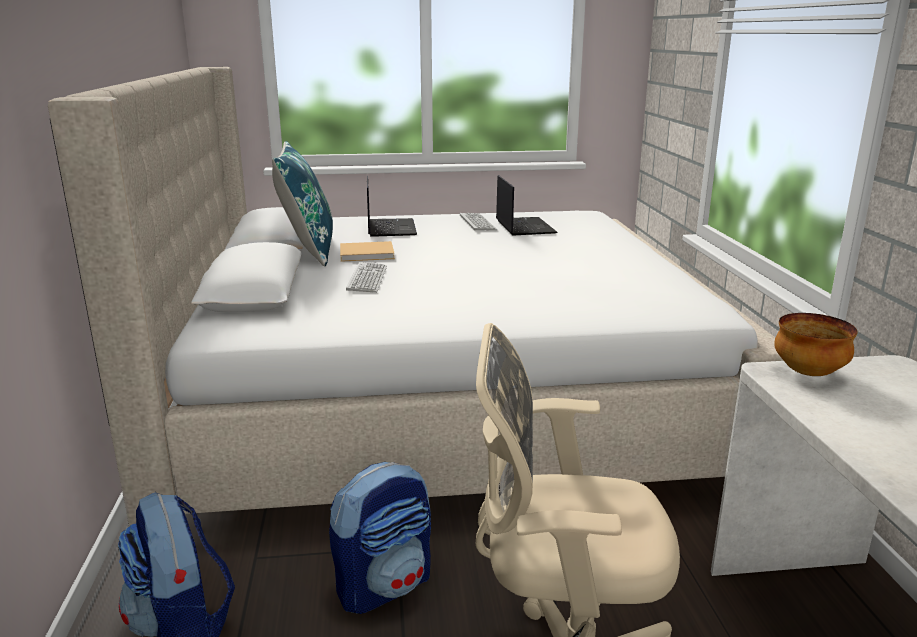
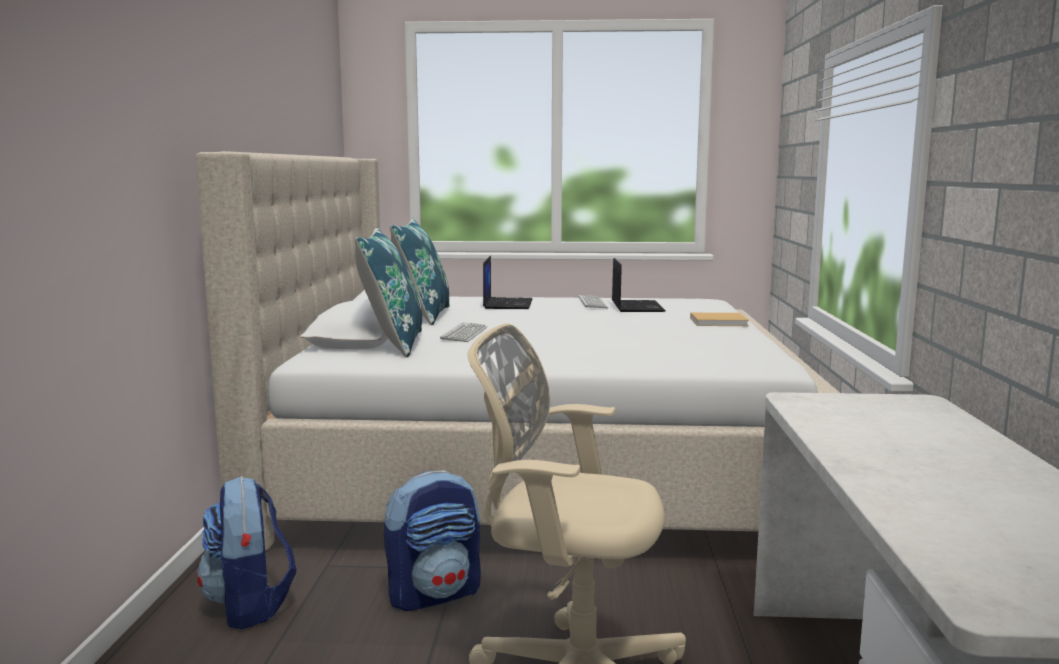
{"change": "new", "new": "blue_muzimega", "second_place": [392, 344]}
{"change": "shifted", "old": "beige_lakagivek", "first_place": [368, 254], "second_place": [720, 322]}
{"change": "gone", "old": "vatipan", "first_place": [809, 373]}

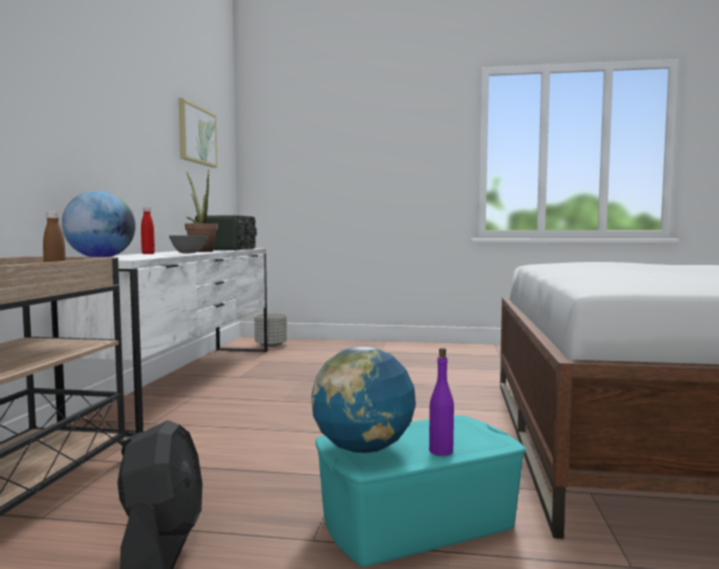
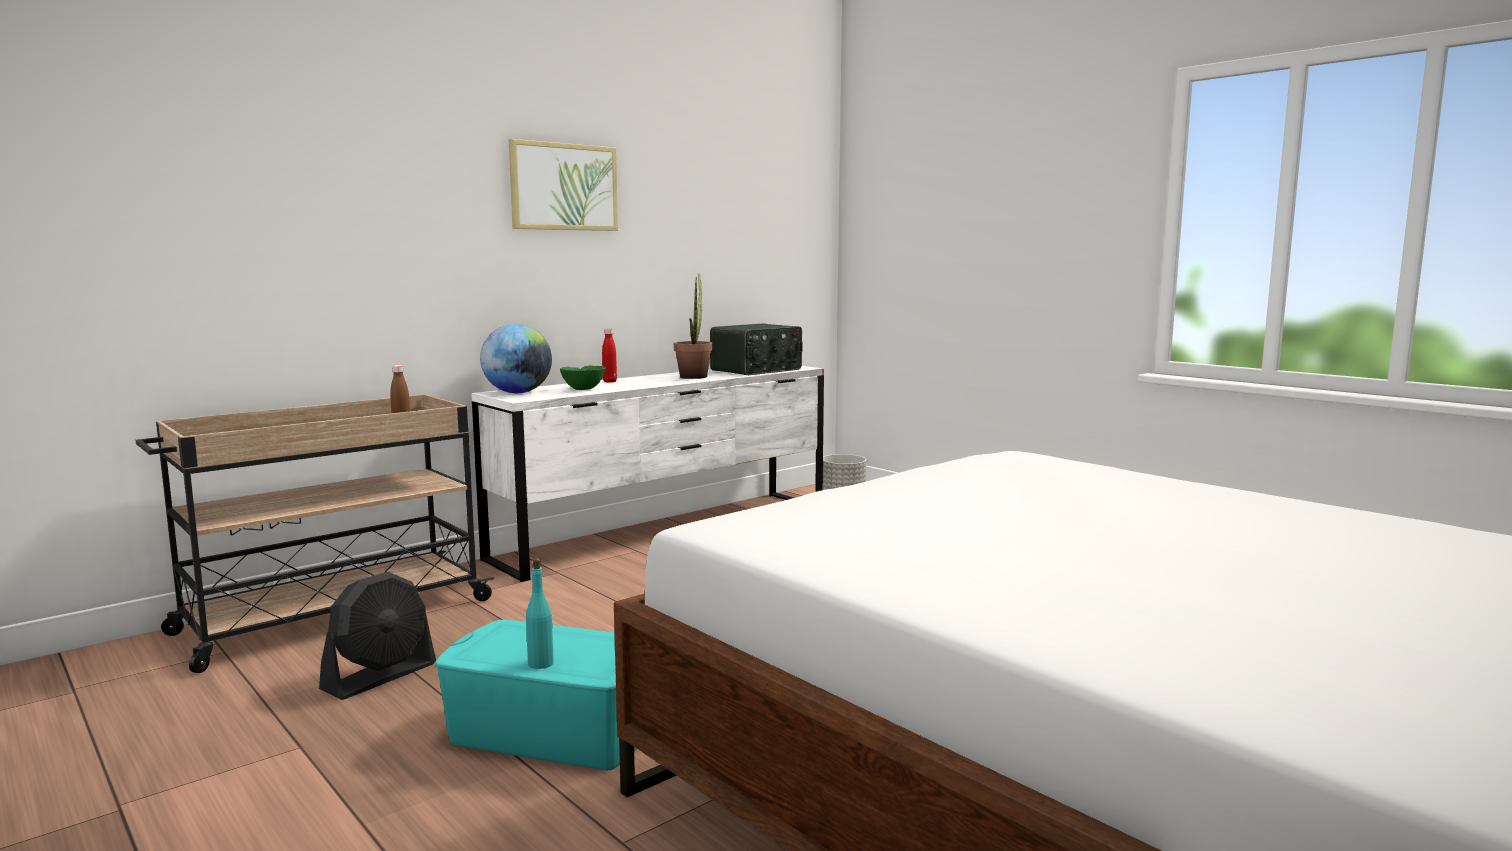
{"change": "shifted", "old": "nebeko", "first_place": [197, 135], "second_place": [564, 187]}
{"change": "repainted", "old": "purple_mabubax", "new": "turquoise_mabubax", "first_place": [441, 451], "second_place": [541, 663]}
{"change": "new", "new": "green_vatipan", "second_place": [583, 389]}
{"change": "gone", "old": "grey_vatipan", "first_place": [189, 253]}
{"change": "gone", "old": "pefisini", "first_place": [363, 449]}

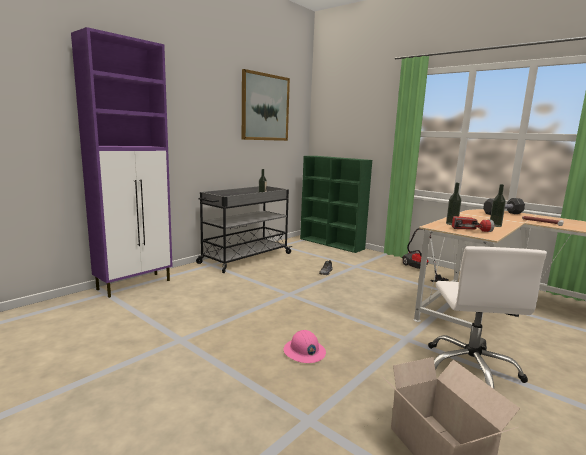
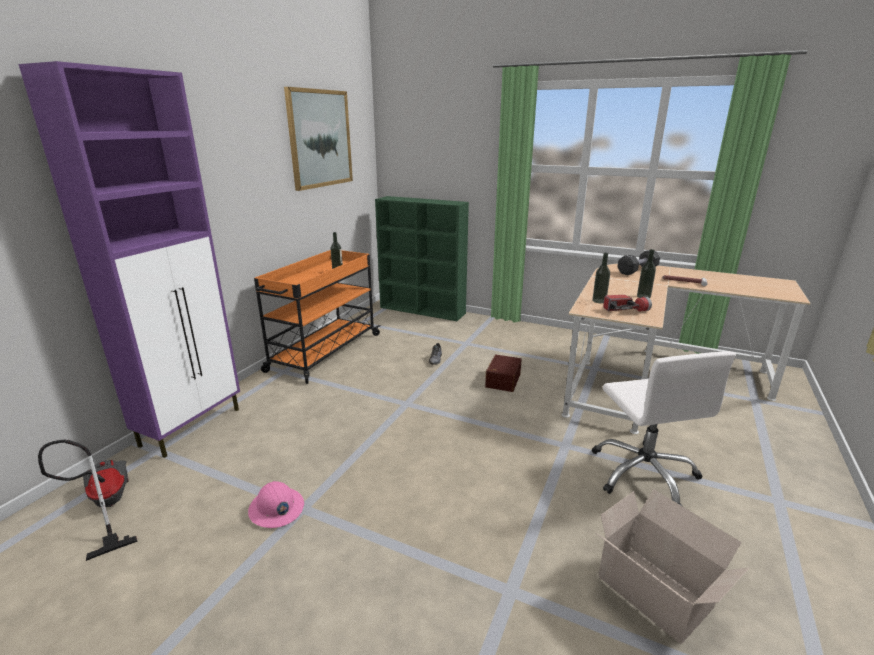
{"change": "shifted", "old": "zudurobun", "first_place": [418, 270], "second_place": [105, 507]}
{"change": "shifted", "old": "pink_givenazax", "first_place": [304, 352], "second_place": [276, 509]}
{"change": "repainted", "old": "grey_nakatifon", "new": "orange_nakatifon", "first_place": [245, 258], "second_place": [324, 353]}
{"change": "new", "new": "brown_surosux", "second_place": [502, 380]}

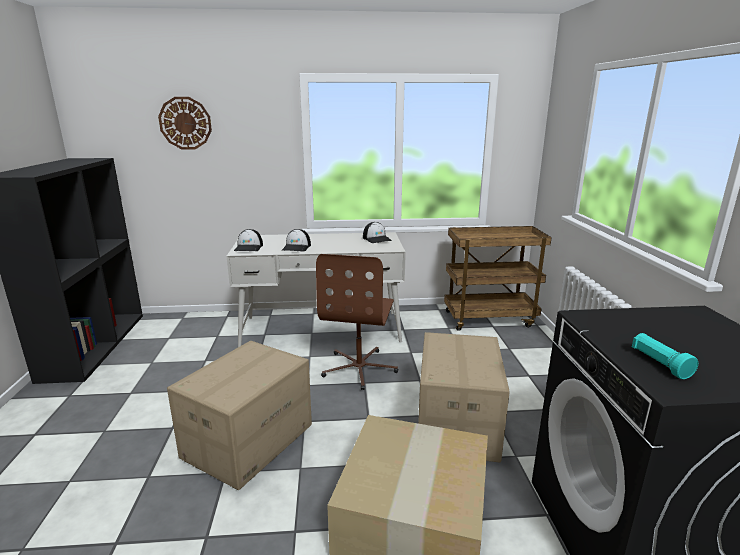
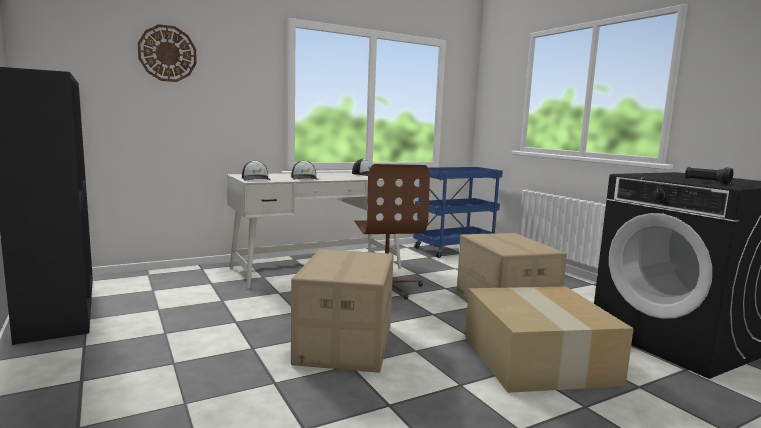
{"change": "repainted", "old": "brown_nakatifon", "new": "blue_nakatifon", "first_place": [489, 318], "second_place": [454, 249]}
{"change": "repainted", "old": "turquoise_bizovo", "new": "black_bizovo", "first_place": [659, 364], "second_place": [706, 182]}

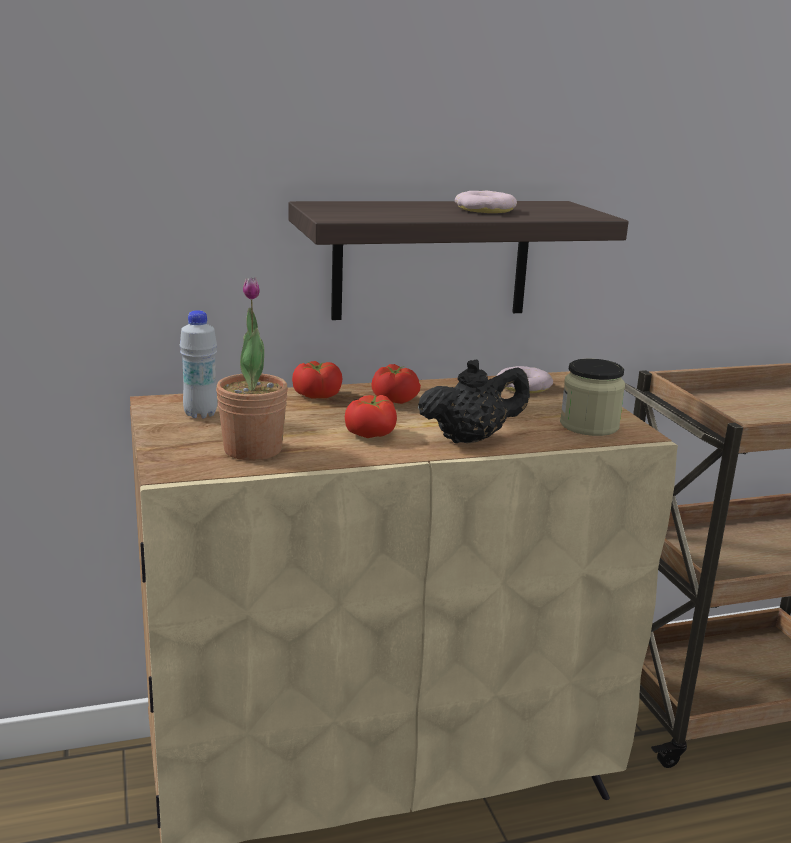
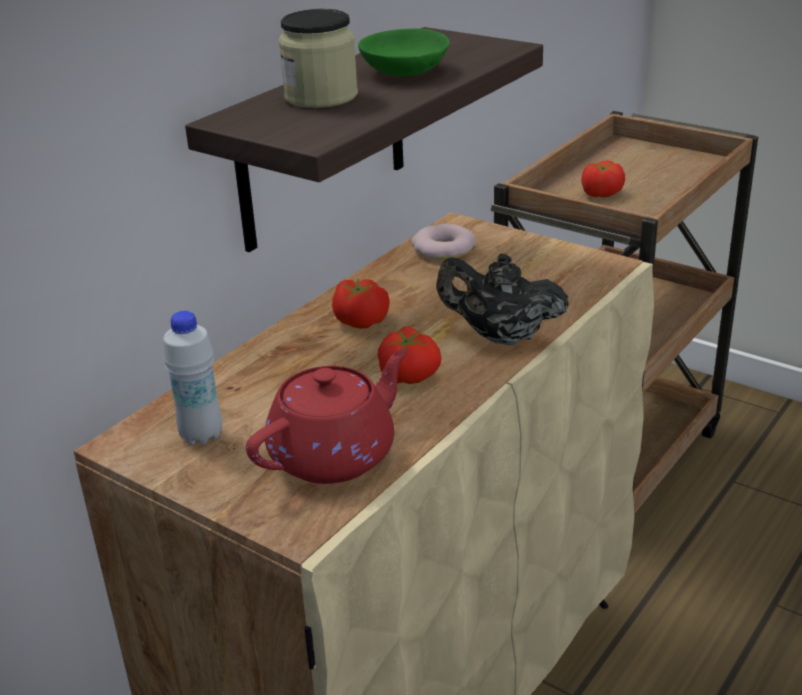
{"change": "swapped", "old": "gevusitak", "new": "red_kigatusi", "first_place": [253, 450], "second_place": [335, 455]}
{"change": "shifted", "old": "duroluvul", "first_place": [589, 425], "second_place": [321, 97]}
{"change": "swapped", "old": "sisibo", "new": "green_vatipan", "first_place": [485, 210], "second_place": [403, 70]}
{"change": "rotated", "old": "black_kigatusi", "first_place": [471, 439], "second_place": [500, 337], "degrees": -105}
{"change": "shifted", "old": "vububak", "first_place": [317, 395], "second_place": [600, 193]}

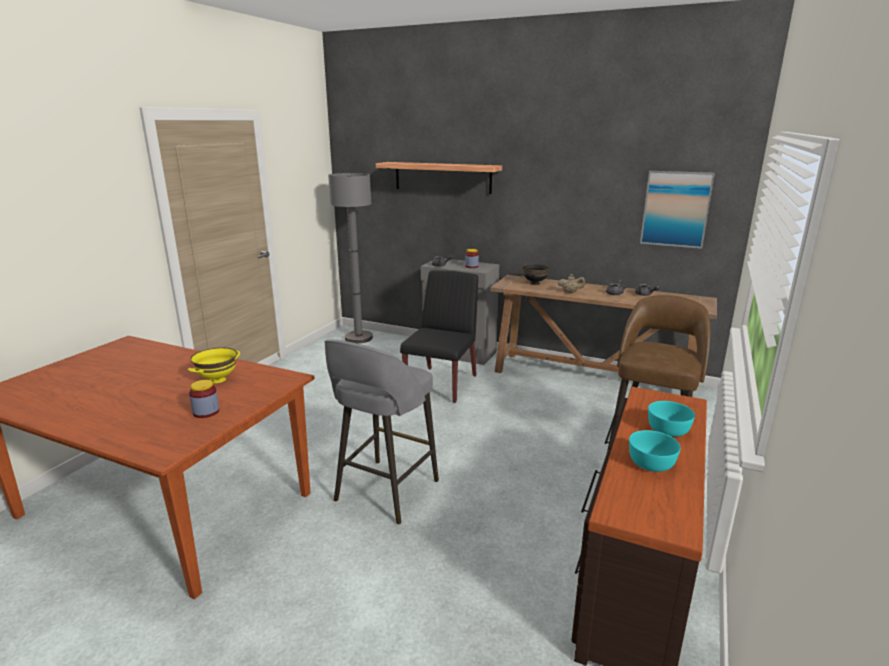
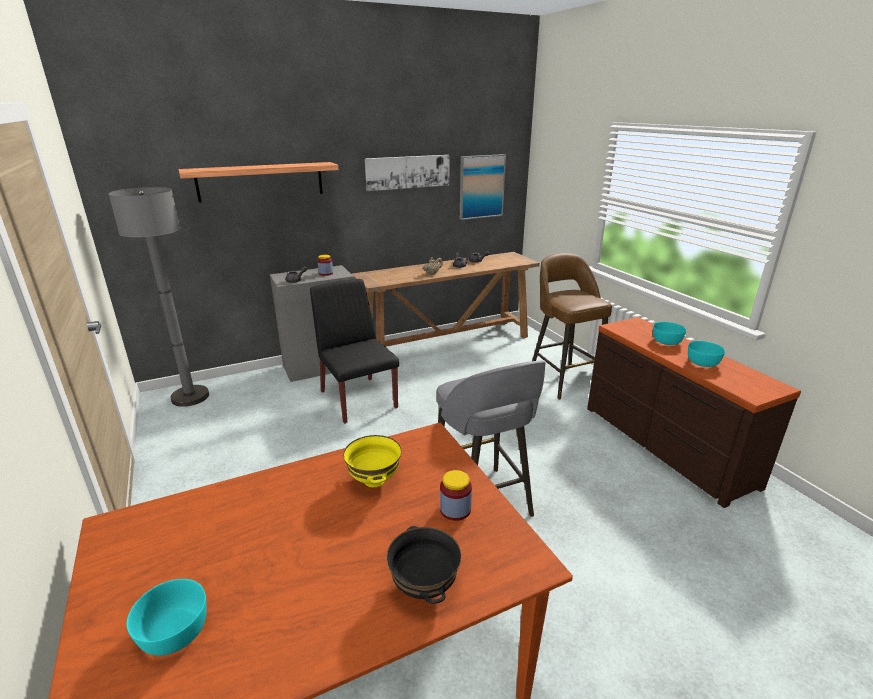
{"change": "new", "new": "turquoise_vatipan", "second_place": [173, 632]}
{"change": "new", "new": "nebeko", "second_place": [407, 172]}
{"change": "shifted", "old": "black_vatipan", "first_place": [534, 283], "second_place": [423, 587]}

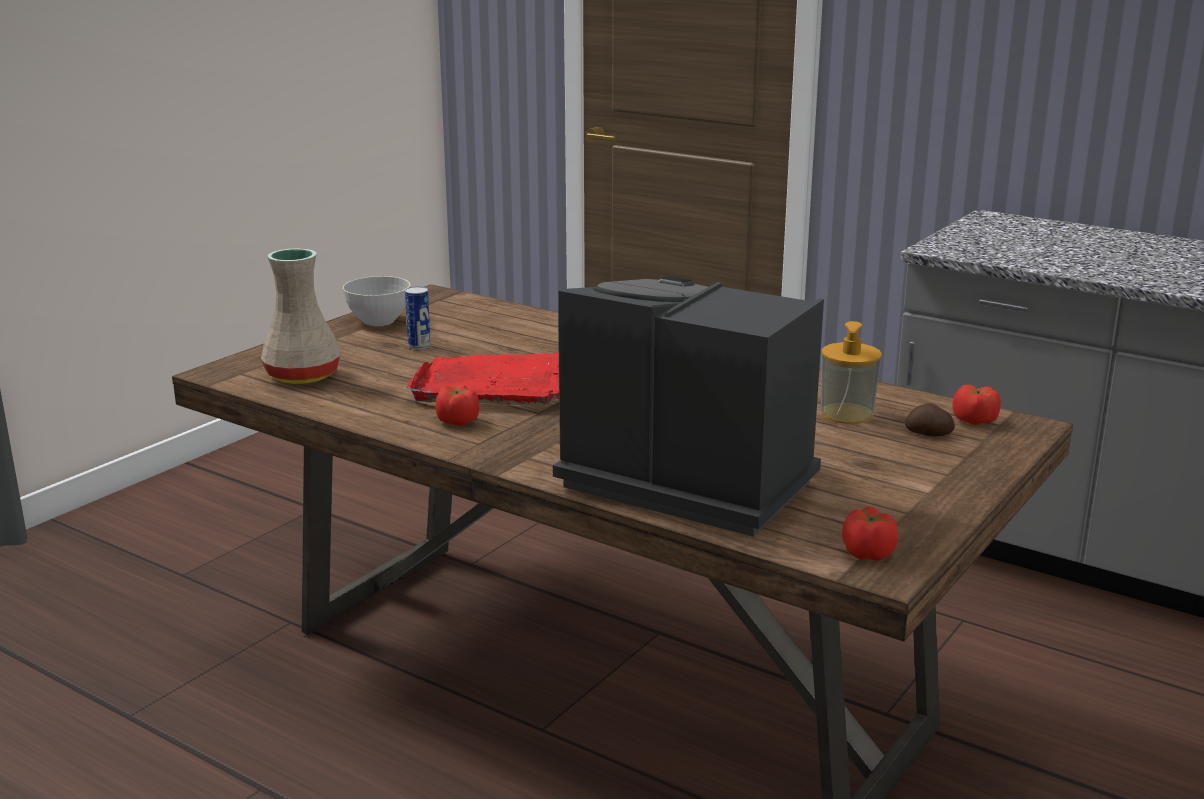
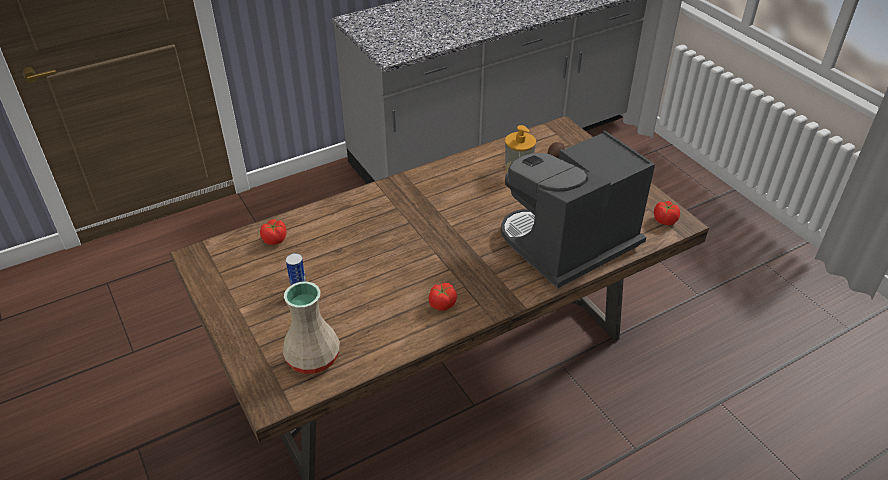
{"change": "shifted", "old": "vububak", "first_place": [974, 421], "second_place": [275, 239]}
{"change": "gone", "old": "grey_vatipan", "first_place": [379, 321]}
{"change": "gone", "old": "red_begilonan", "first_place": [497, 383]}

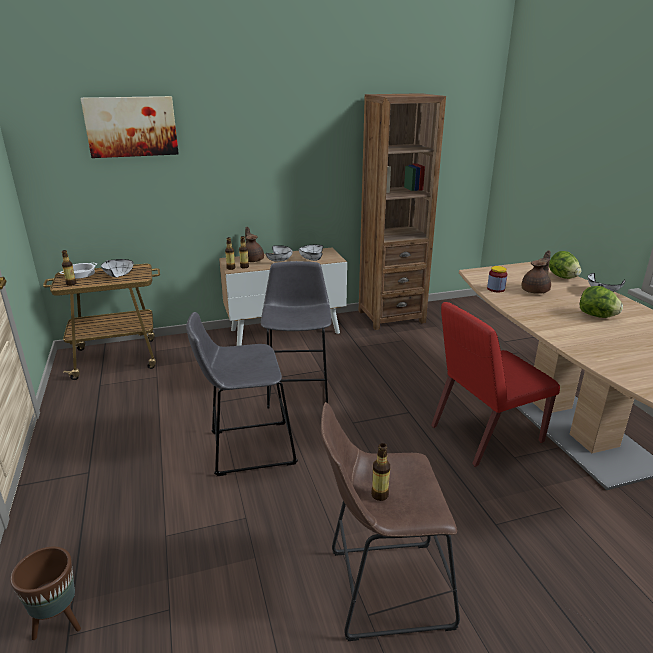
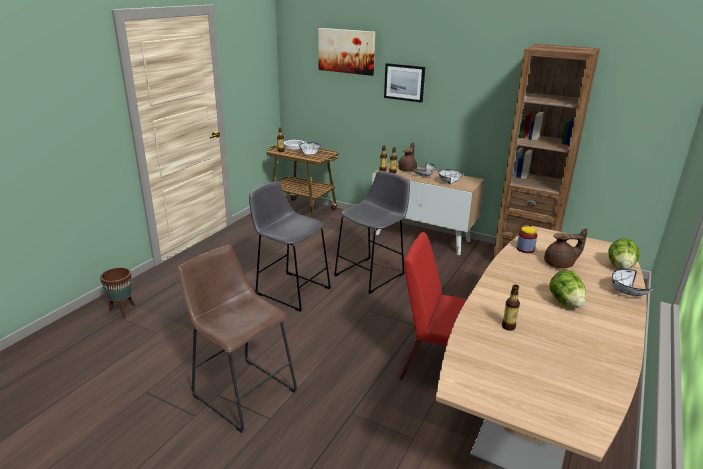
{"change": "new", "new": "nebeko", "second_place": [404, 82]}
{"change": "shifted", "old": "mabubax", "first_place": [379, 495], "second_place": [508, 327]}

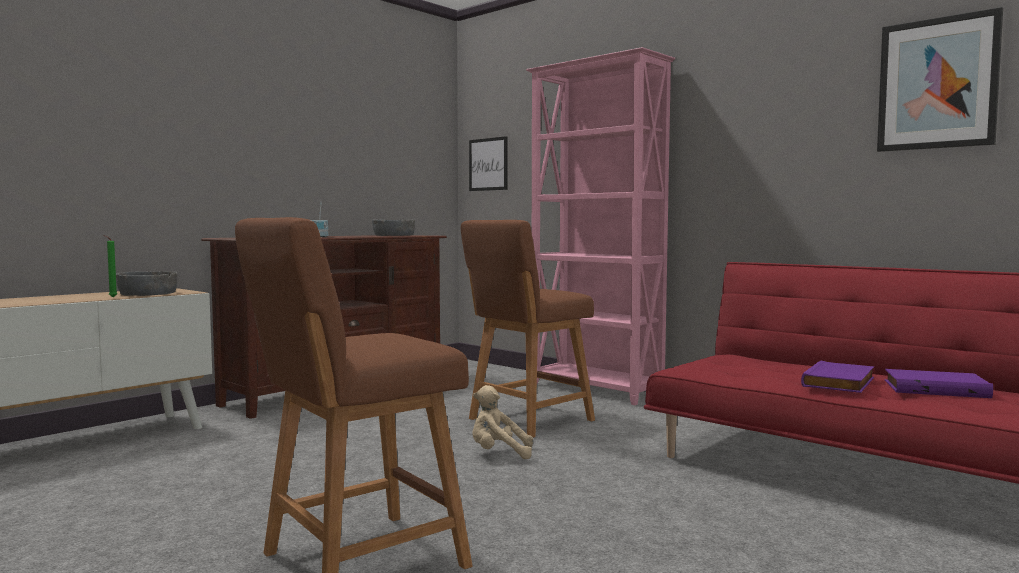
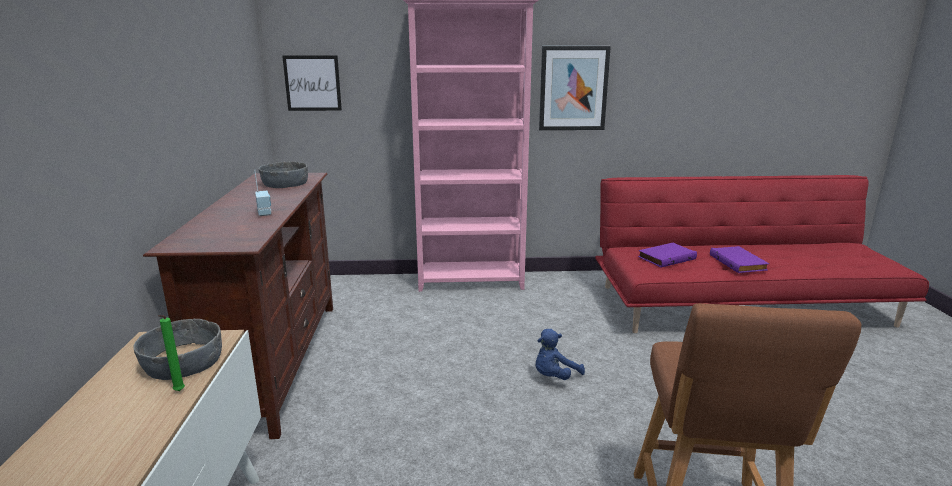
{"change": "repainted", "old": "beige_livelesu", "new": "blue_livelesu", "first_place": [499, 454], "second_place": [554, 377]}
{"change": "shifted", "old": "nebeko", "first_place": [937, 84], "second_place": [573, 88]}
{"change": "shifted", "old": "purple_lakagivek", "first_place": [935, 389], "second_place": [666, 257]}
{"change": "gone", "old": "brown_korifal", "first_place": [526, 420]}

